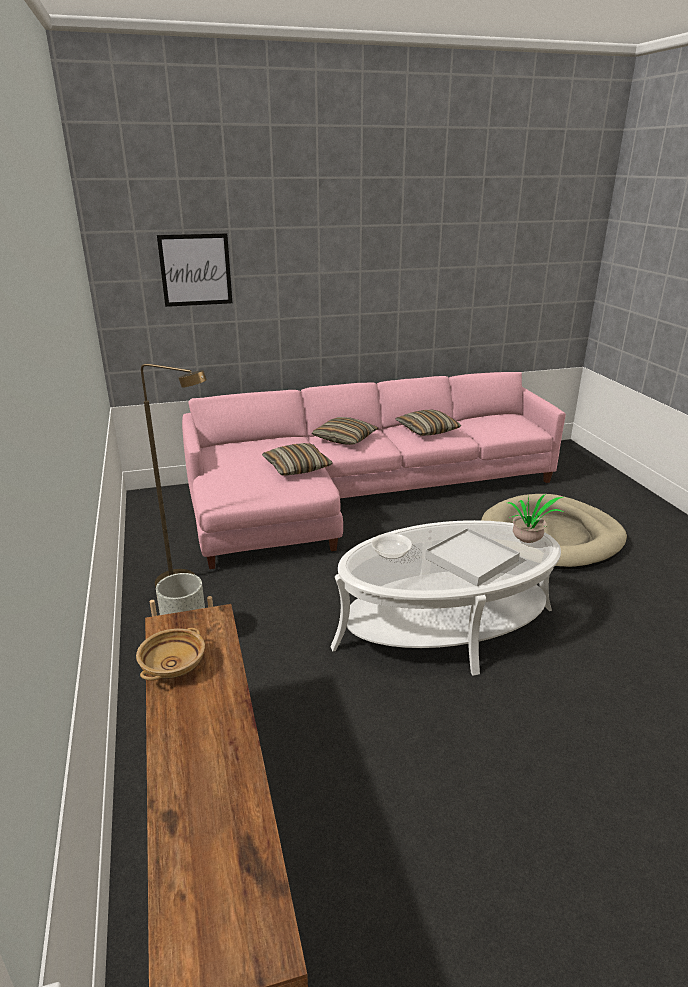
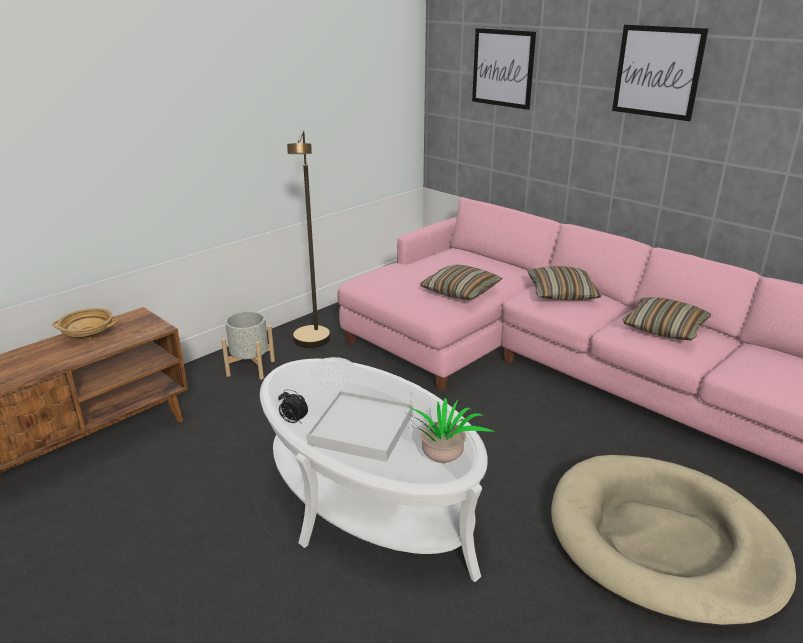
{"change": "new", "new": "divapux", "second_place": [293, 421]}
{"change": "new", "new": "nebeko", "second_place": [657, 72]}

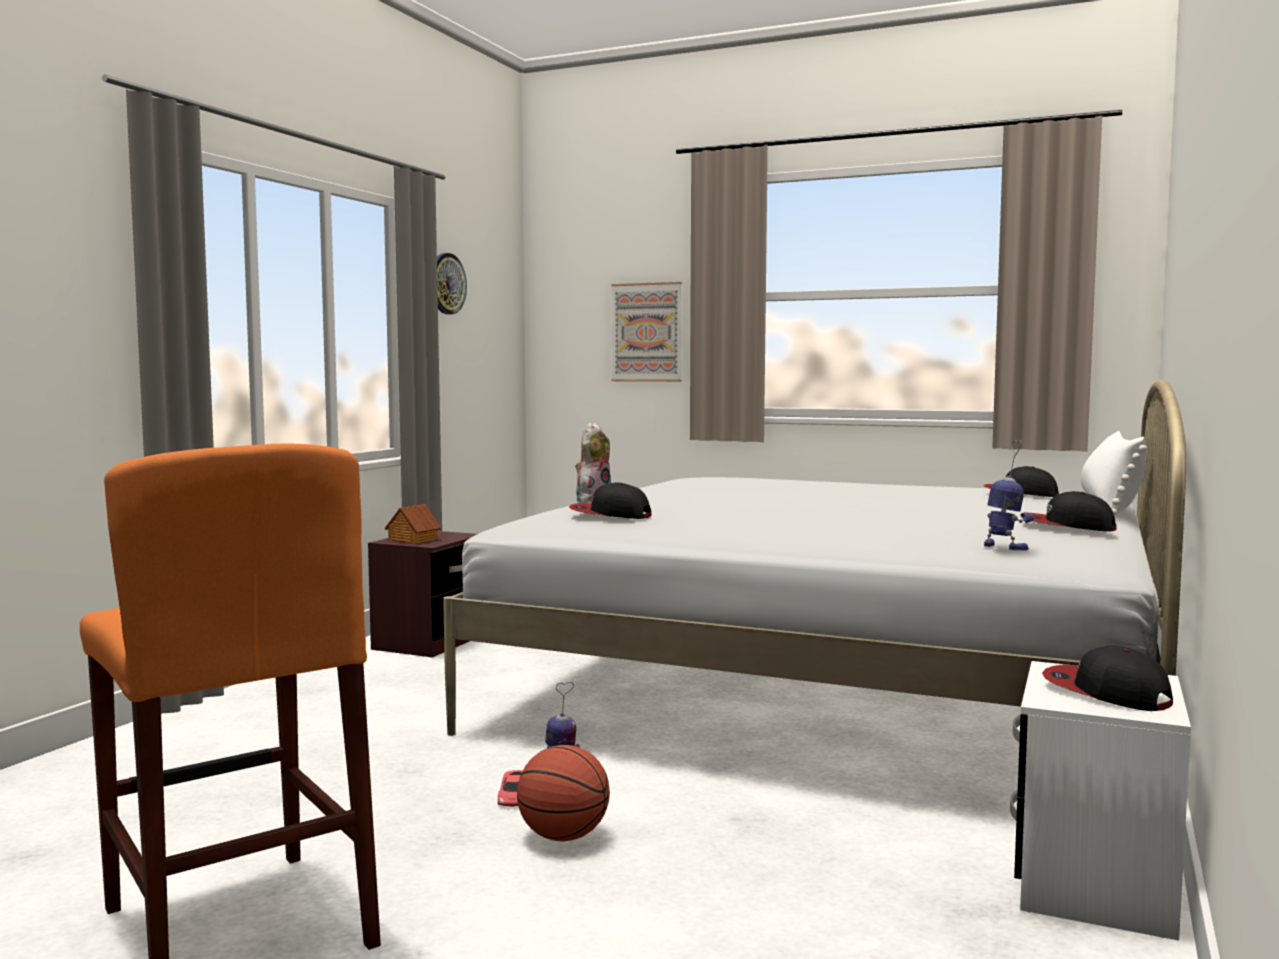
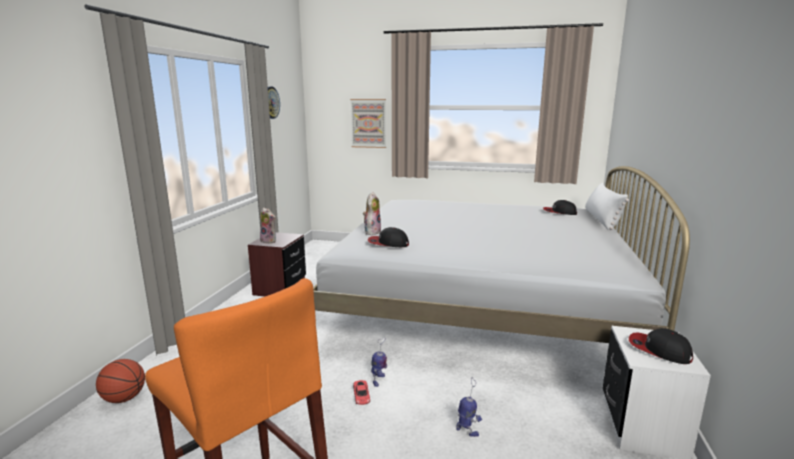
{"change": "shifted", "old": "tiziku", "first_place": [564, 836], "second_place": [124, 398]}
{"change": "swapped", "old": "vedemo", "new": "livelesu", "first_place": [412, 540], "second_place": [269, 241]}
{"change": "shifted", "old": "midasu", "first_place": [1005, 547], "second_place": [467, 431]}
{"change": "gone", "old": "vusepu", "first_place": [1066, 526]}

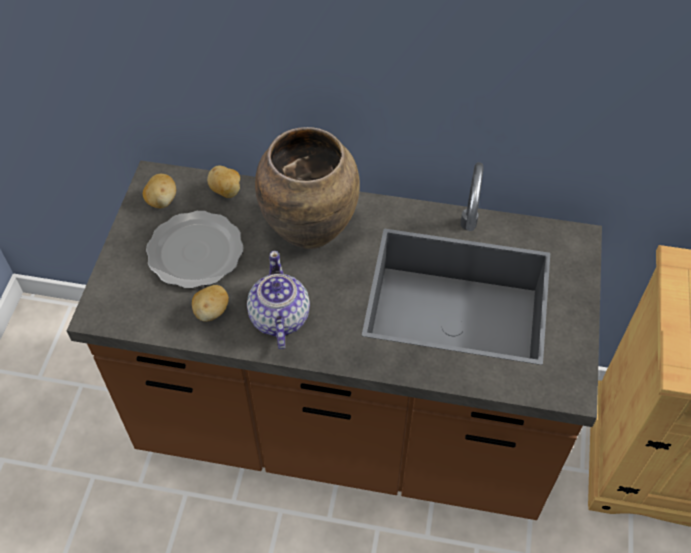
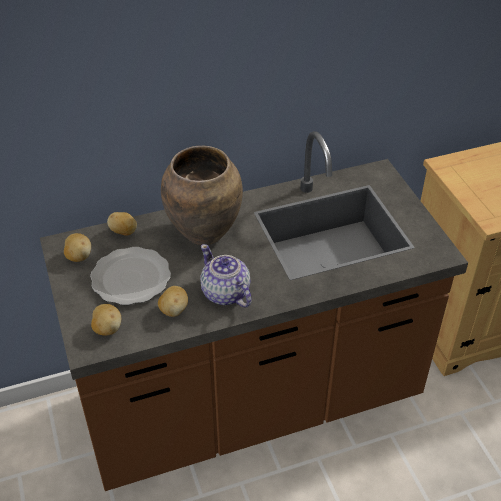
{"change": "new", "new": "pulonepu", "second_place": [107, 328]}

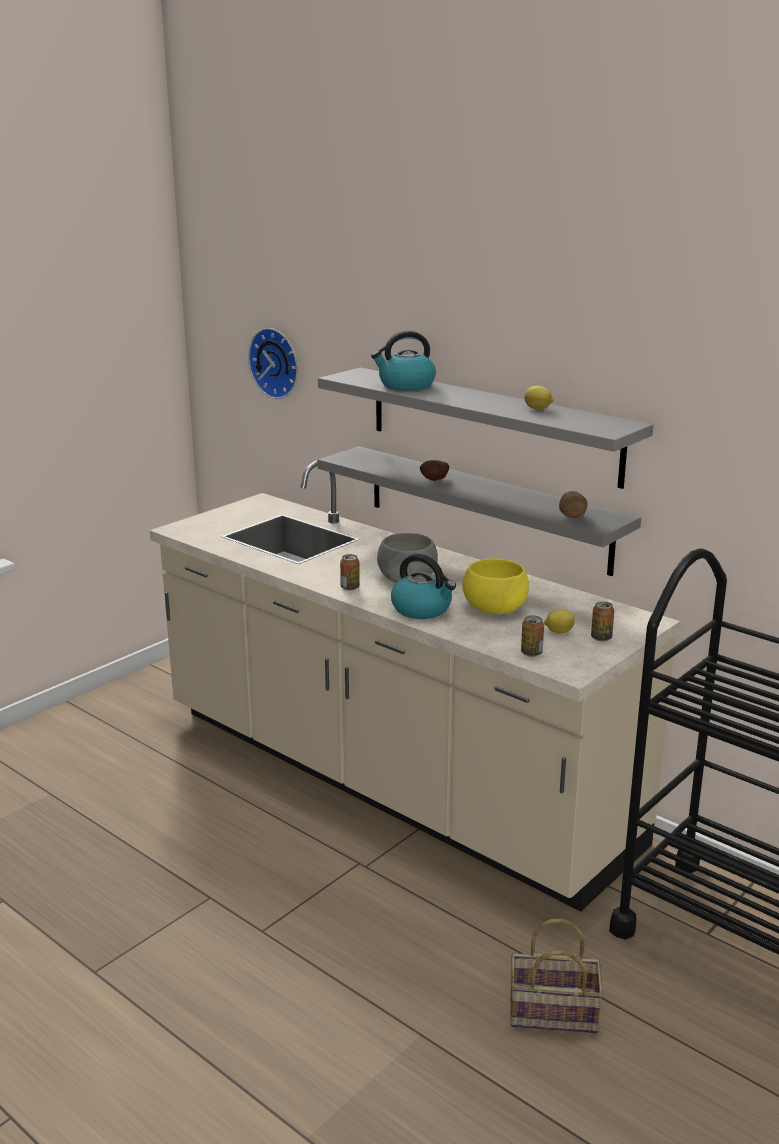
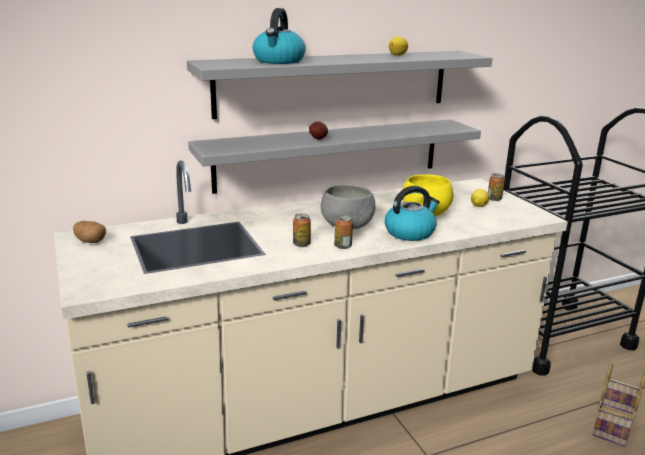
{"change": "shifted", "old": "pulonepu", "first_place": [572, 516], "second_place": [90, 241]}
{"change": "shifted", "old": "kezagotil", "first_place": [531, 653], "second_place": [301, 244]}
{"change": "gone", "old": "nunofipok", "first_place": [277, 362]}

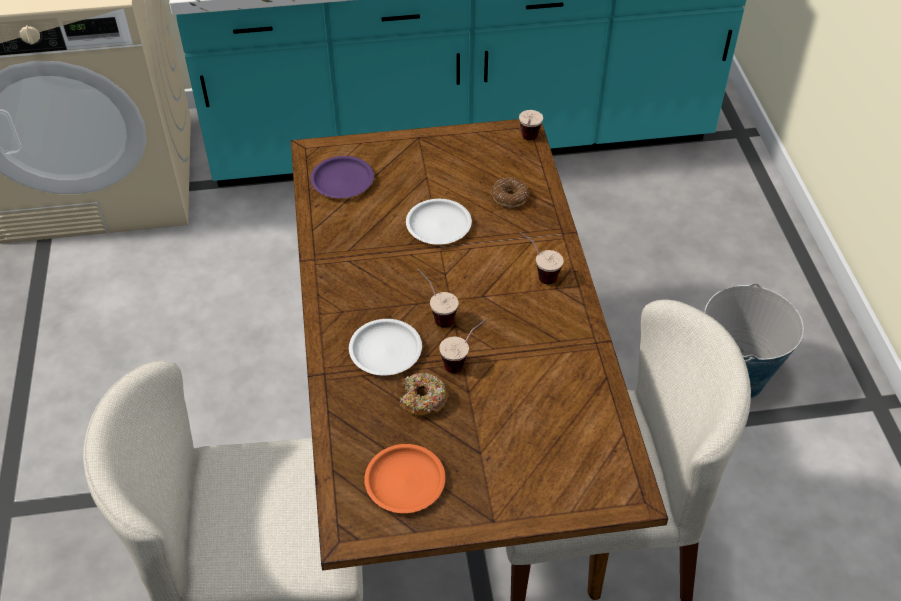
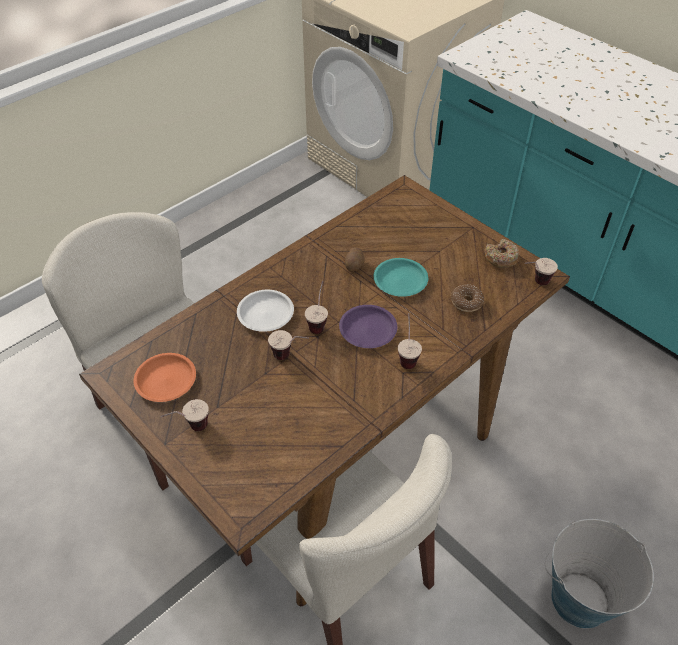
{"change": "new", "new": "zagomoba", "second_place": [189, 429]}
{"change": "shifted", "old": "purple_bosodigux", "first_place": [342, 181], "second_place": [367, 329]}
{"change": "new", "new": "pulonepu", "second_place": [354, 265]}
{"change": "repainted", "old": "white_bosodigux", "new": "turquoise_bosodigux", "first_place": [438, 225], "second_place": [400, 280]}
{"change": "shifted", "old": "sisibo", "first_place": [423, 400], "second_place": [501, 258]}

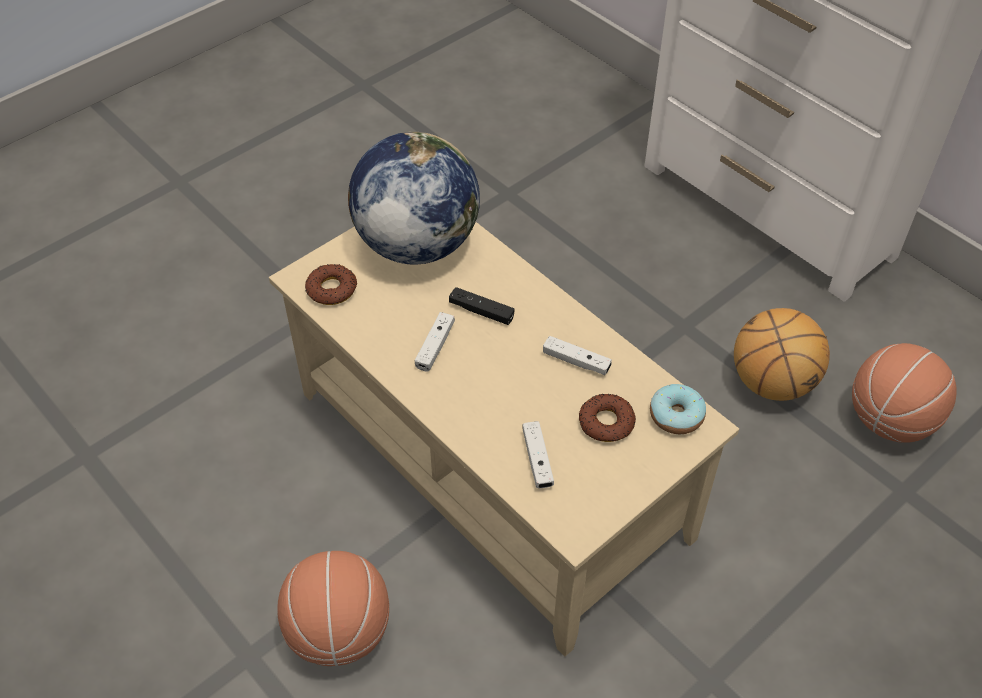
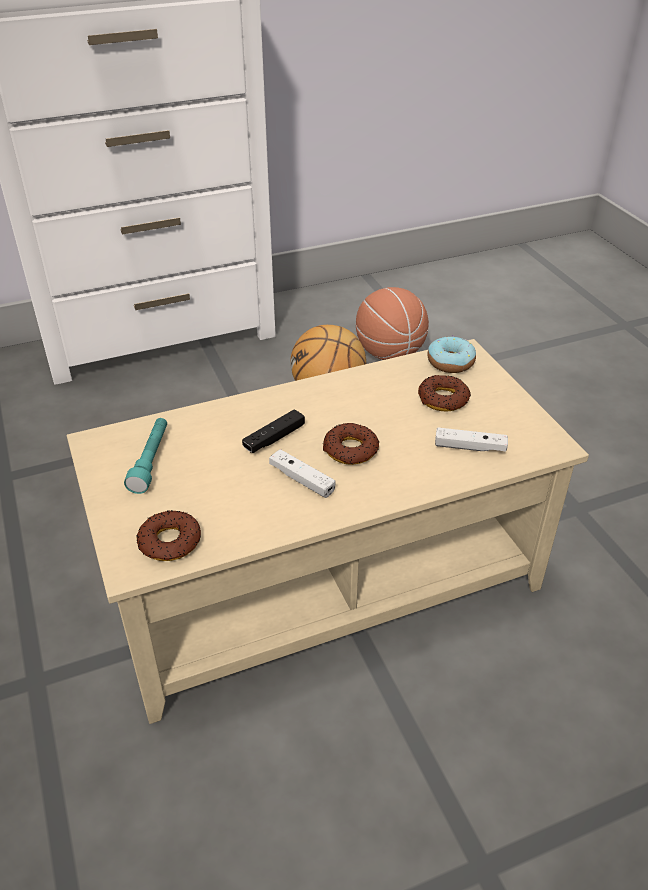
{"change": "swapped", "old": "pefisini", "new": "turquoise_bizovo", "first_place": [416, 244], "second_place": [151, 461]}
{"change": "new", "new": "sisibo", "second_place": [350, 450]}
{"change": "gone", "old": "tiziku", "first_place": [339, 632]}
{"change": "gone", "old": "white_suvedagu", "first_place": [576, 361]}

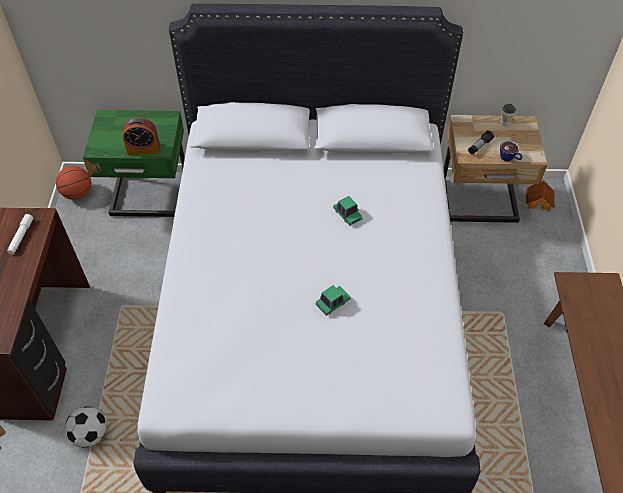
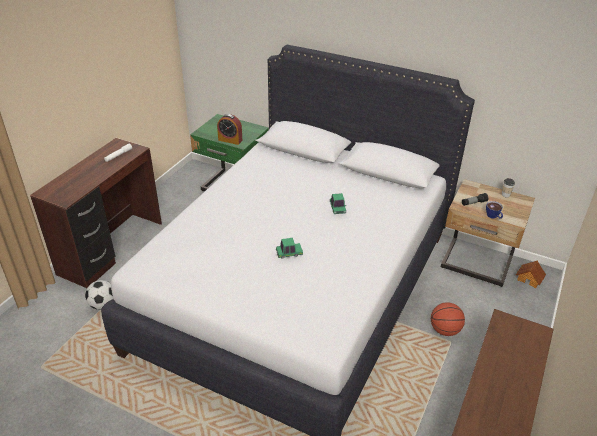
{"change": "shifted", "old": "tiziku", "first_place": [78, 194], "second_place": [444, 330]}

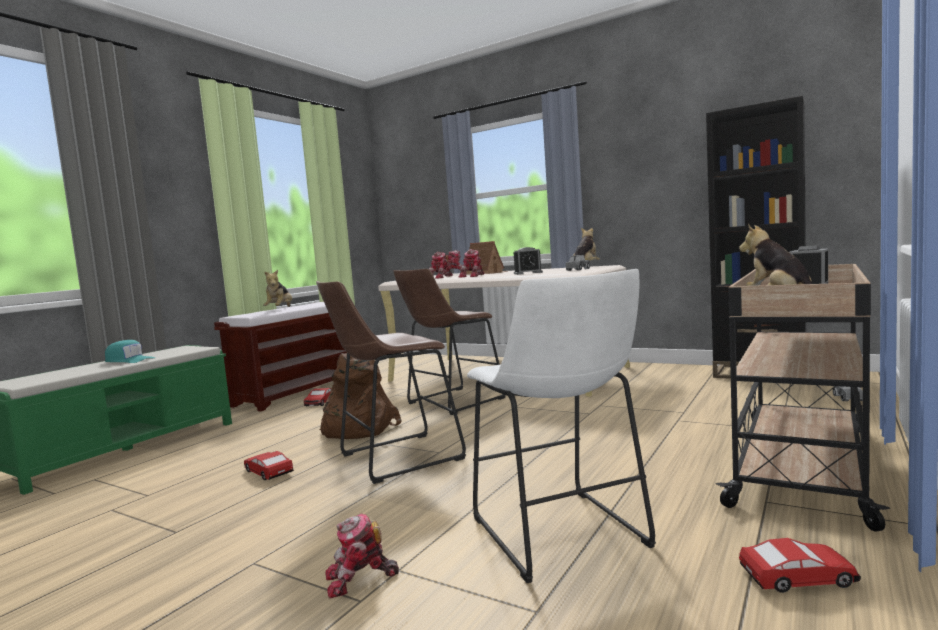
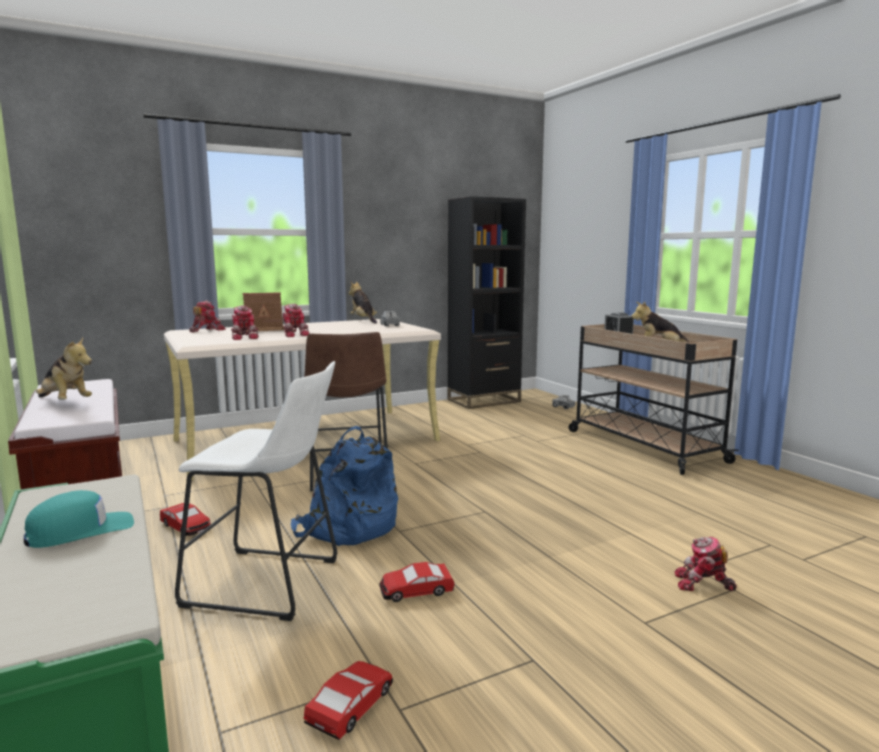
{"change": "shifted", "old": "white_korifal", "first_place": [561, 537], "second_place": [270, 584]}
{"change": "repainted", "old": "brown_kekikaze", "new": "blue_kekikaze", "first_place": [356, 429], "second_place": [347, 528]}
{"change": "shifted", "old": "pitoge", "first_place": [798, 577], "second_place": [351, 706]}
{"change": "rotated", "old": "midasu", "first_place": [359, 579], "second_place": [703, 584], "degrees": 90}
{"change": "gone", "old": "brown_korifal", "first_place": [394, 458]}
{"change": "gone", "old": "divapux", "first_place": [528, 273]}

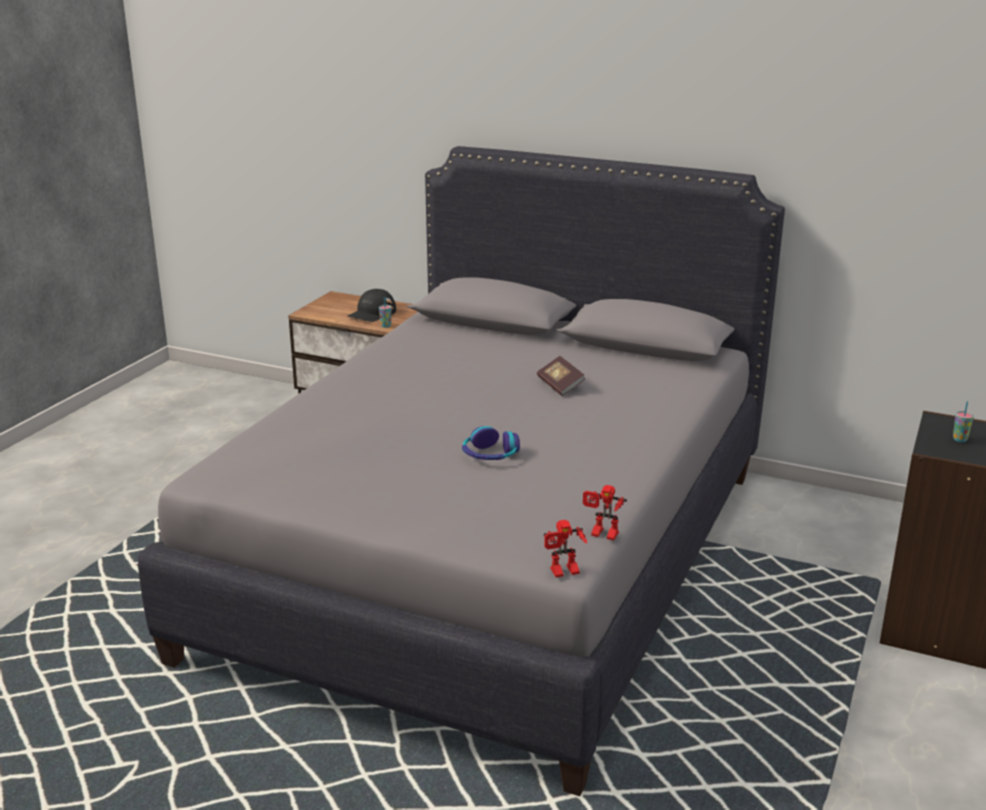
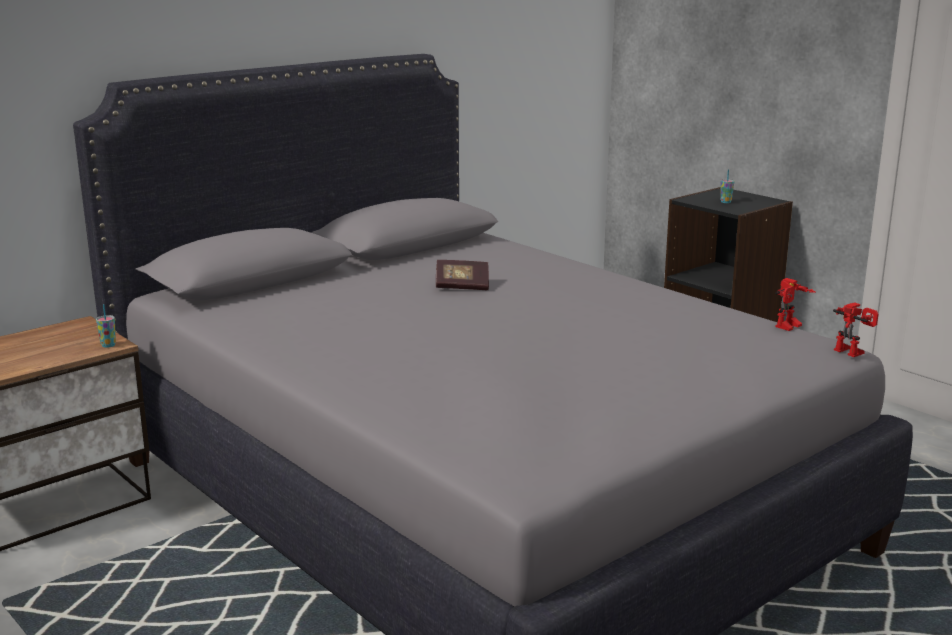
{"change": "rotated", "old": "midasu", "first_place": [564, 573], "second_place": [852, 351], "degrees": -45}
{"change": "gone", "old": "black_vusepu", "first_place": [372, 313]}
{"change": "gone", "old": "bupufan", "first_place": [490, 455]}

